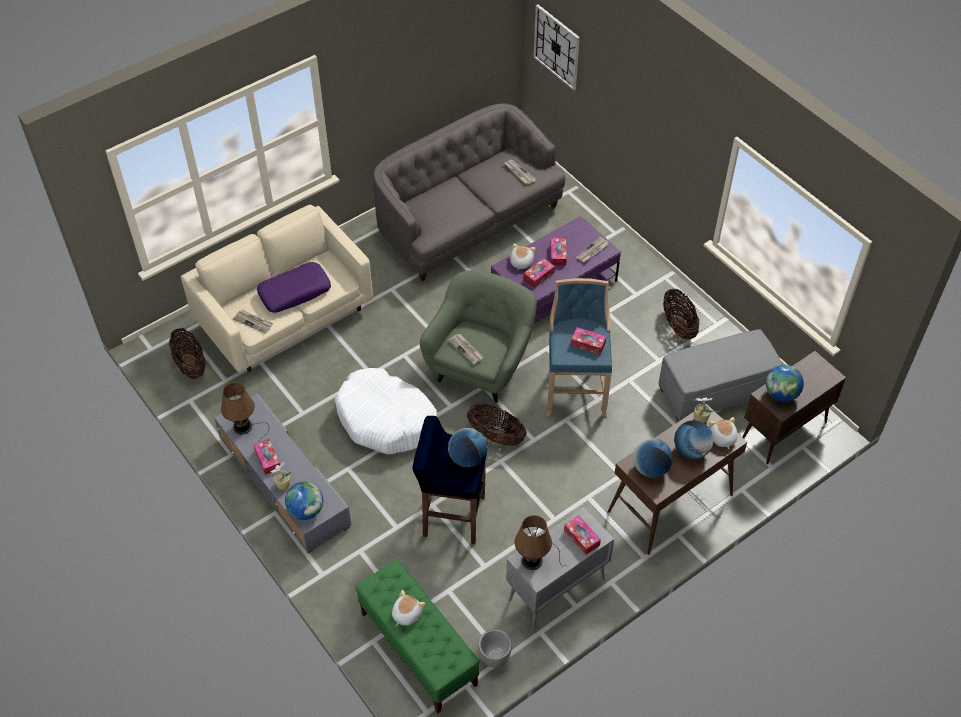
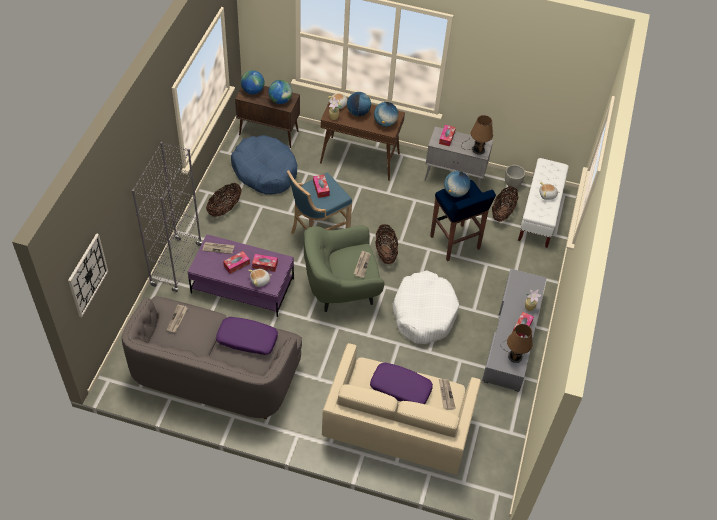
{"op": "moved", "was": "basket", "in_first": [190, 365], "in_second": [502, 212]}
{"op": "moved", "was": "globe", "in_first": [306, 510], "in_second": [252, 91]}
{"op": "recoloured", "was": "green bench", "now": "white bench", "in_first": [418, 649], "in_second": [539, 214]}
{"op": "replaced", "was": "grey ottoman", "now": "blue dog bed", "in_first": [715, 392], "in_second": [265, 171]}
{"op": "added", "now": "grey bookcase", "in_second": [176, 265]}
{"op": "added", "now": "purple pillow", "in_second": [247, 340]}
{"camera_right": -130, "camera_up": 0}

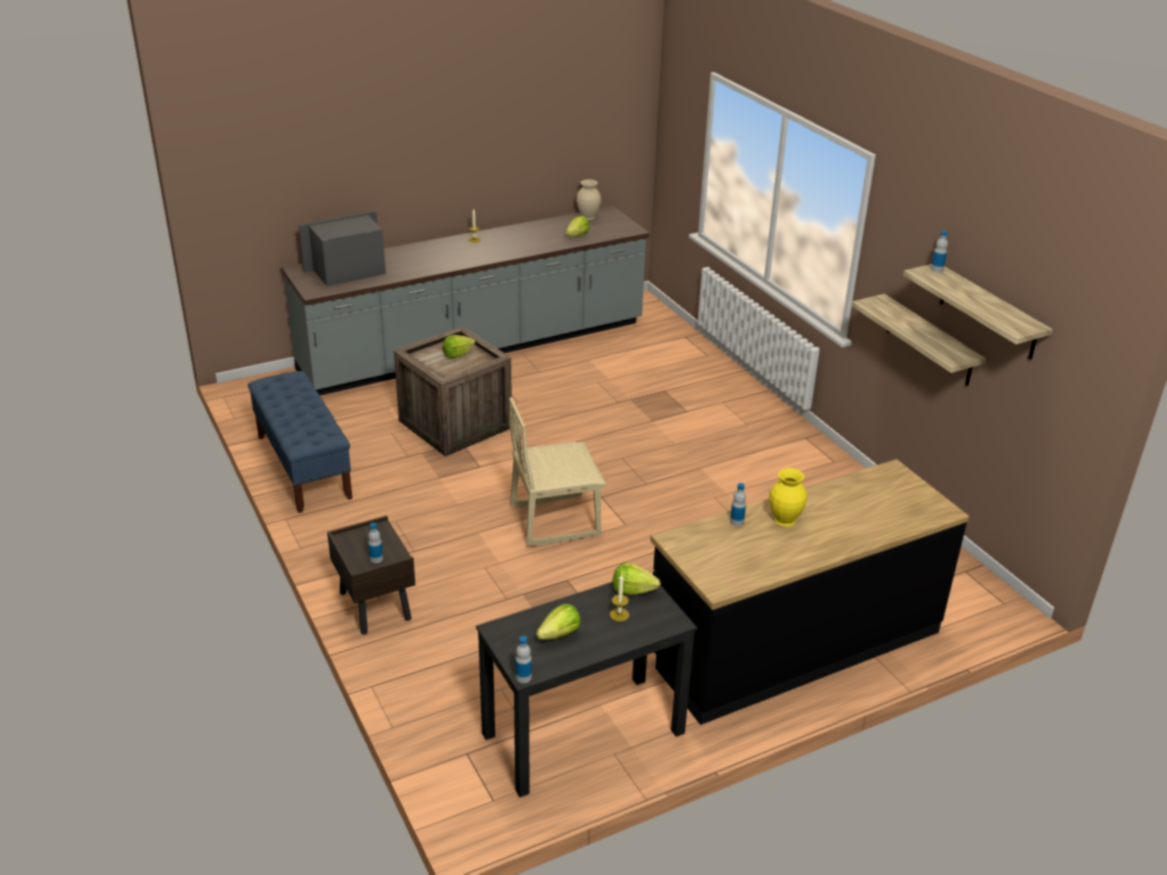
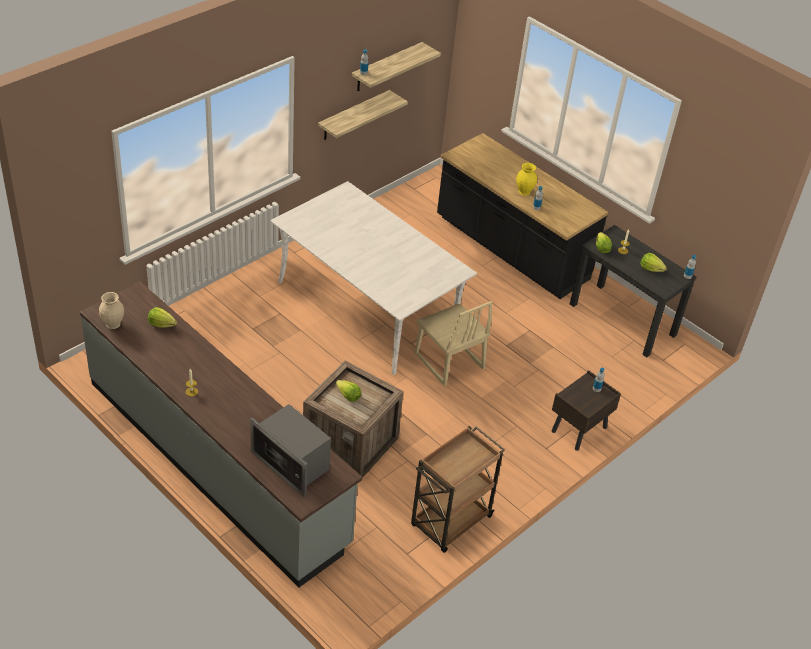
{"op": "replaced", "was": "blue bench", "now": "brown cart", "in_first": [303, 466], "in_second": [450, 522]}
{"op": "added", "now": "white dining table", "in_second": [366, 307]}
{"camera_right": -110, "camera_up": 10}

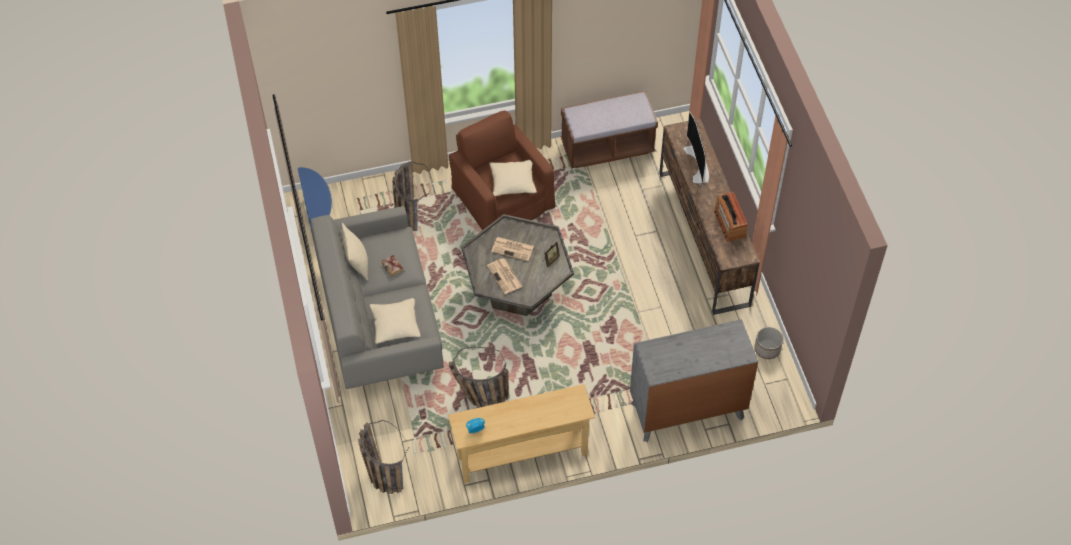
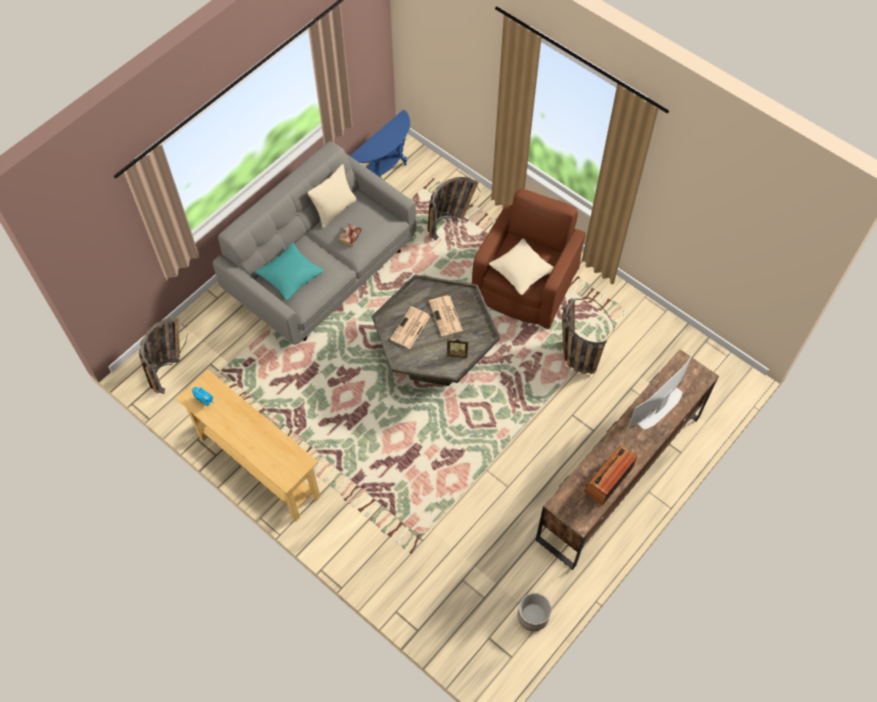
{"op": "recoloured", "was": "beige pillow", "now": "turquoise pillow", "in_first": [395, 325], "in_second": [290, 276]}
{"op": "moved", "was": "basket", "in_first": [478, 397], "in_second": [574, 352]}
{"op": "removed", "was": "brown bench", "in_first": [607, 148]}
{"op": "removed", "was": "grey dresser", "in_first": [687, 410]}
{"camera_right": 55, "camera_up": 5}

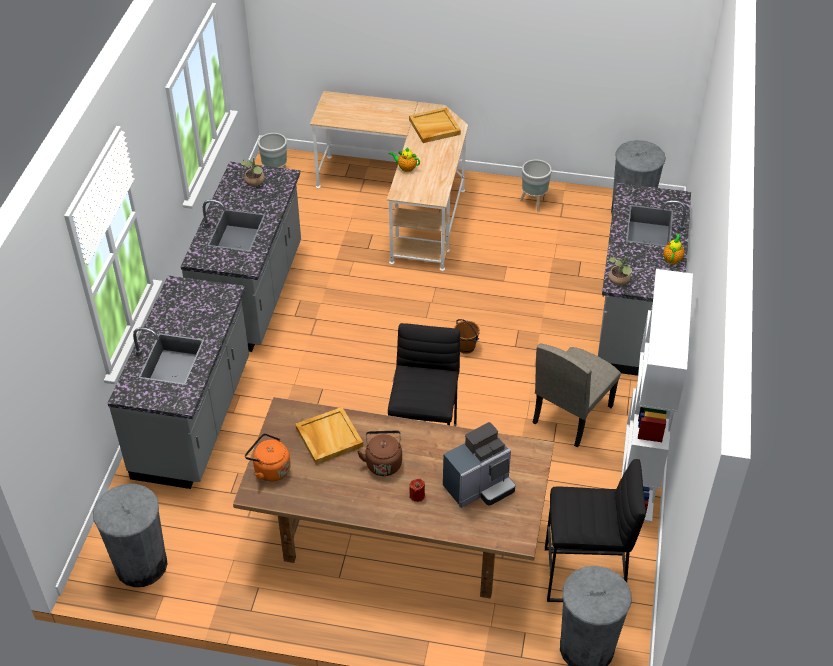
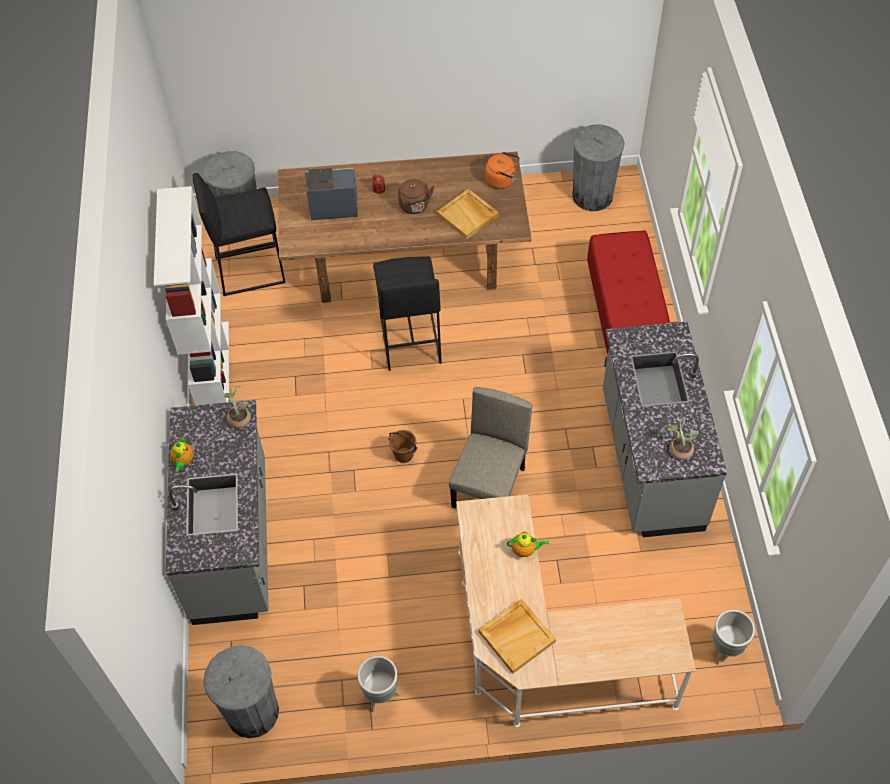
{"op": "replaced", "was": "grey counter", "now": "red bench", "in_first": [194, 419], "in_second": [624, 314]}
{"op": "turned", "was": "coffee machine", "in_first": [479, 486], "in_second": [331, 207], "clockwise": 45}
{"op": "moved", "was": "beige chair", "in_first": [571, 414], "in_second": [489, 488]}
{"camera_right": 165, "camera_up": 10}

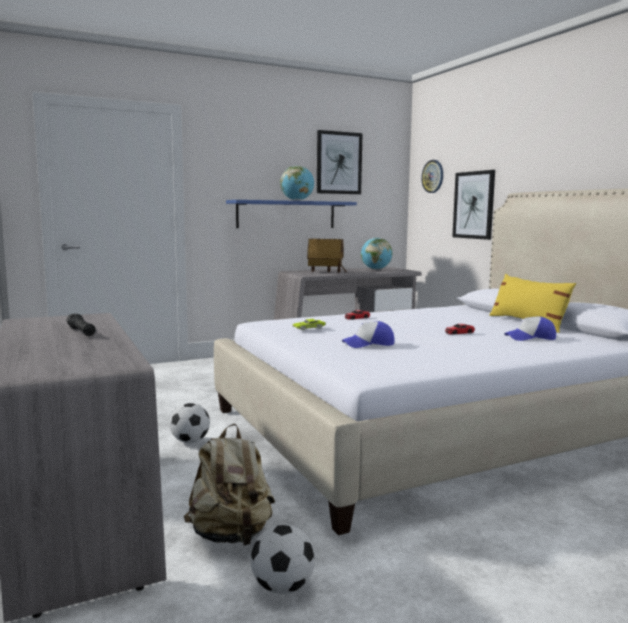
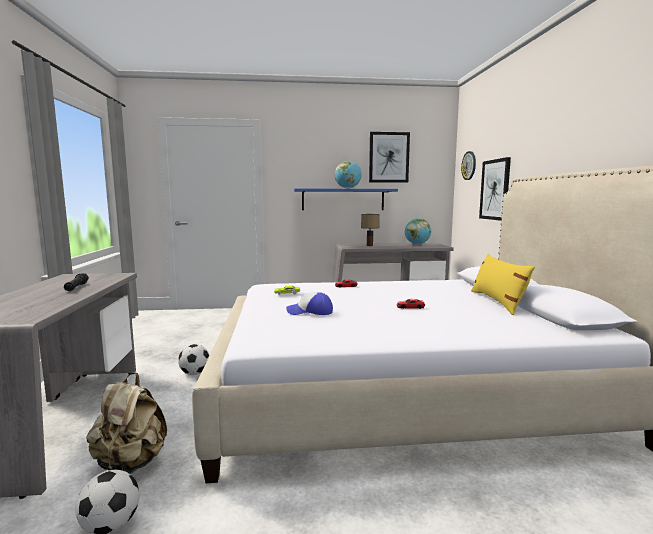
{"op": "replaced", "was": "toy house", "now": "table lamp", "in_first": [325, 272], "in_second": [369, 245]}
{"op": "removed", "was": "cap", "in_first": [530, 338]}
{"camera_right": 20, "camera_up": 0}

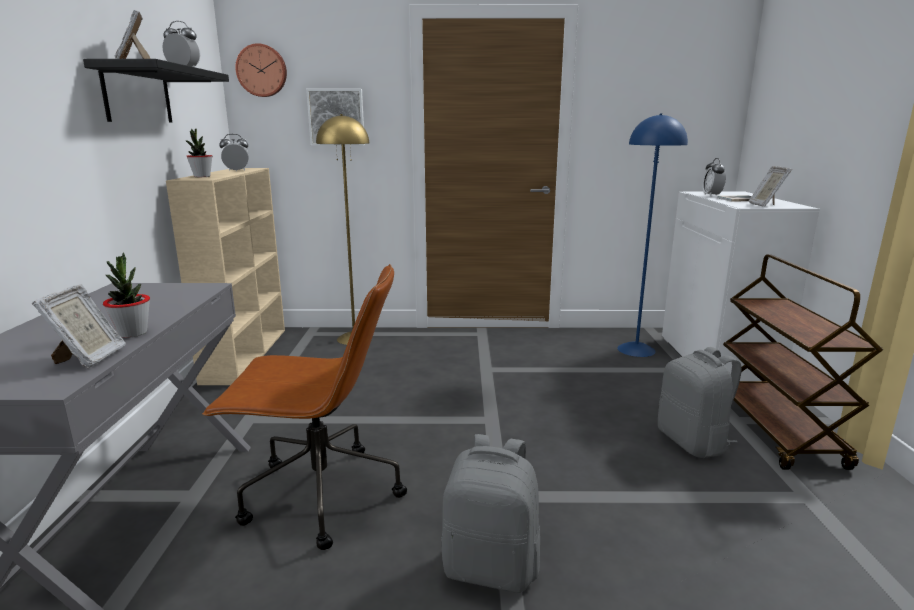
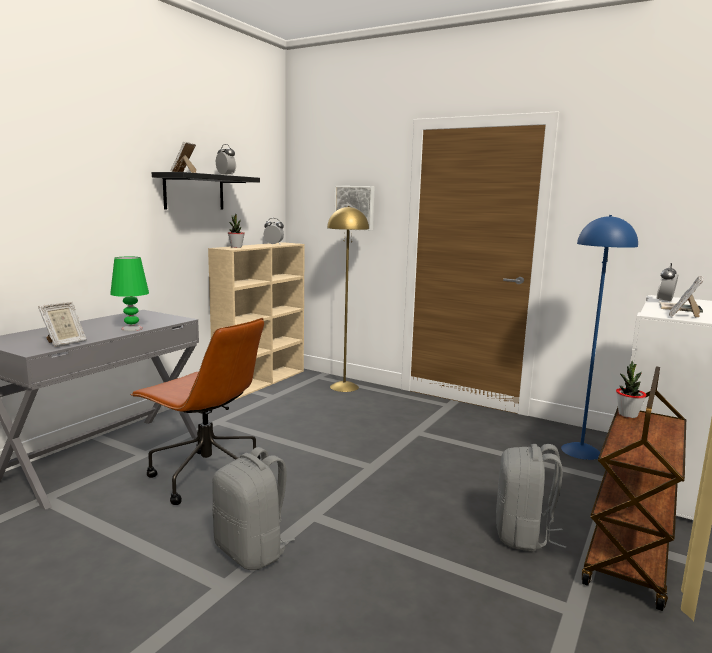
{"op": "moved", "was": "potted plant", "in_first": [132, 333], "in_second": [627, 414]}
{"op": "removed", "was": "wall clock", "in_first": [262, 71]}
{"op": "added", "now": "green table lamp", "in_second": [131, 329]}
{"camera_right": 30, "camera_up": -5}

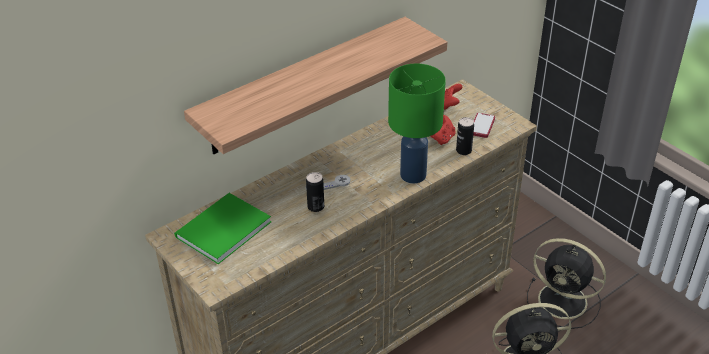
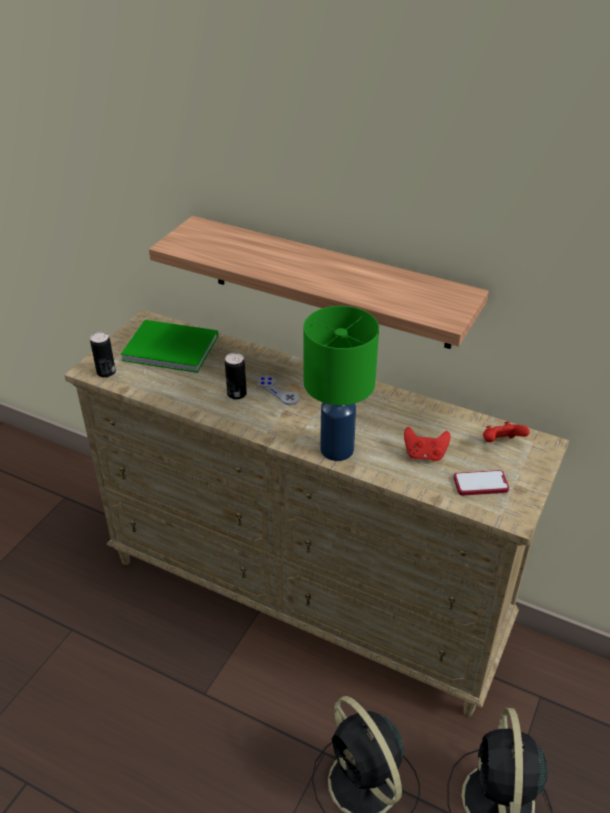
{"op": "moved", "was": "can", "in_first": [463, 150], "in_second": [106, 372]}
{"camera_right": 65, "camera_up": 0}

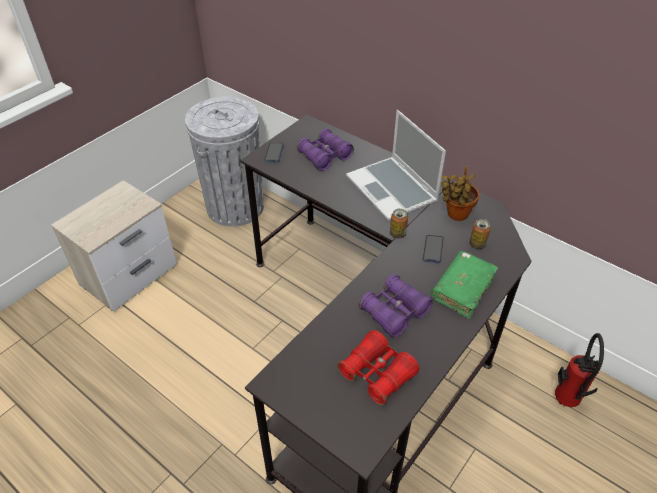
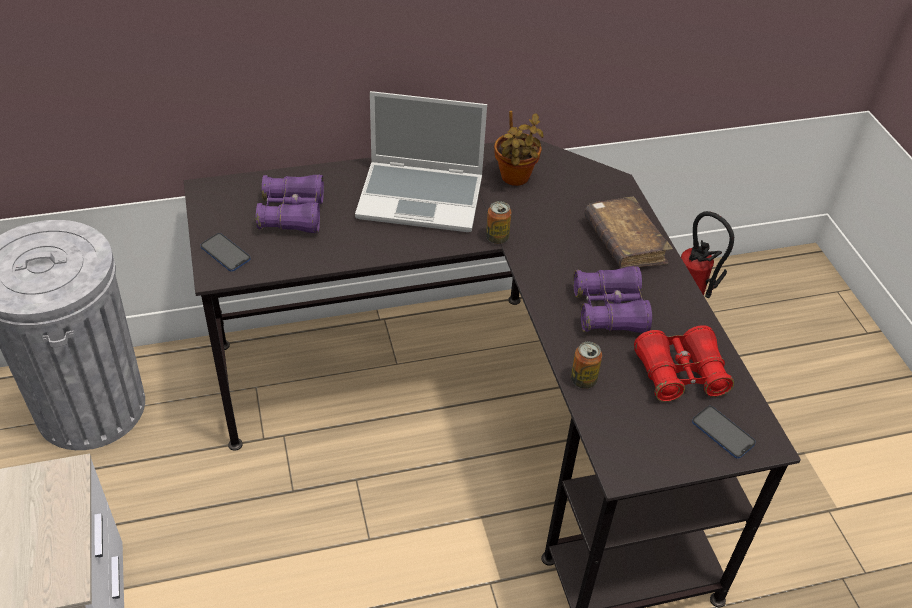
{"op": "moved", "was": "phone", "in_first": [433, 249], "in_second": [722, 433]}
{"op": "recoloured", "was": "green book", "now": "brown book", "in_first": [462, 289], "in_second": [624, 242]}
{"op": "moved", "was": "can", "in_first": [477, 244], "in_second": [583, 380]}
{"camera_right": -55, "camera_up": 0}

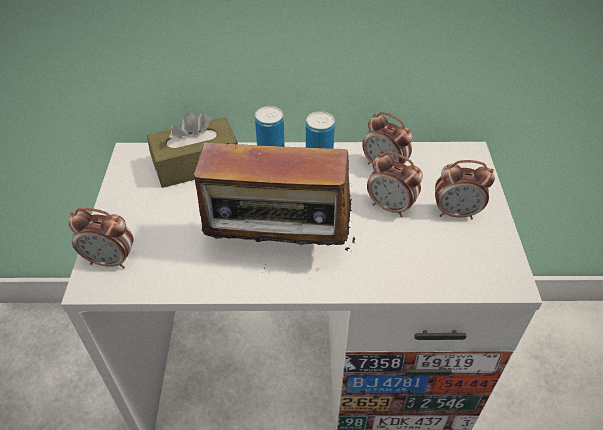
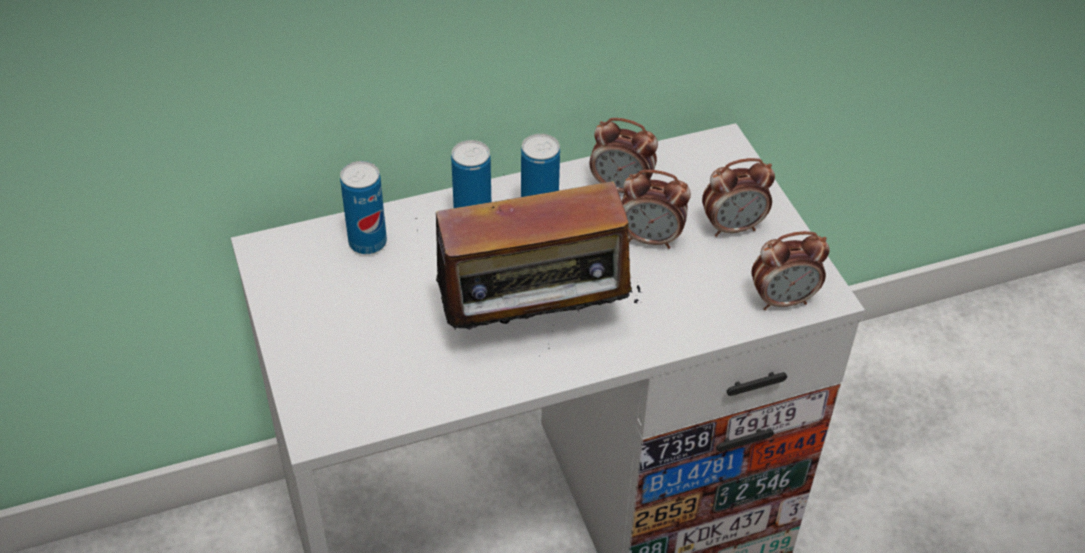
{"op": "moved", "was": "alarm clock", "in_first": [111, 260], "in_second": [783, 300]}
{"op": "replaced", "was": "brown tissue box", "now": "can", "in_first": [196, 165], "in_second": [367, 242]}
{"camera_right": -20, "camera_up": 0}

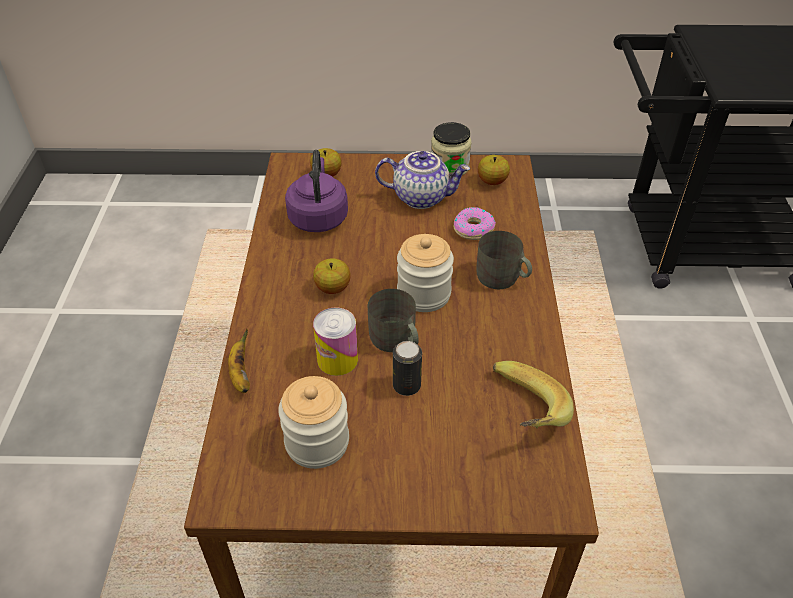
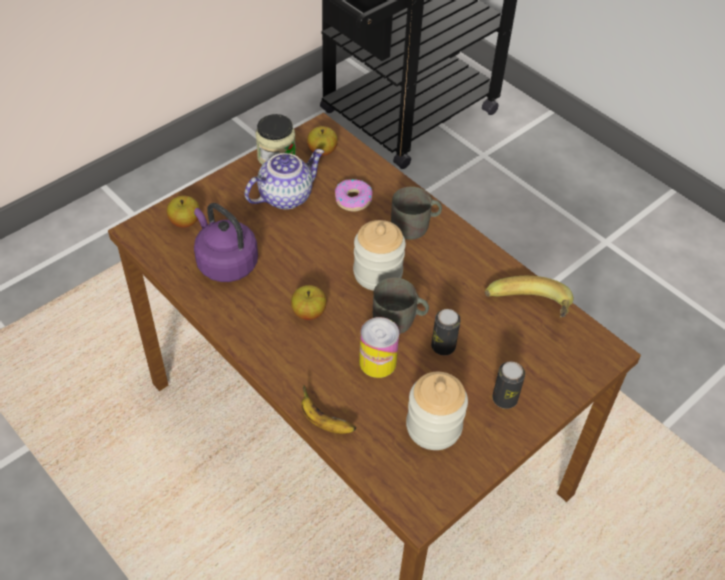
{"op": "added", "now": "can", "in_second": [504, 399]}
{"camera_right": -45, "camera_up": 5}

